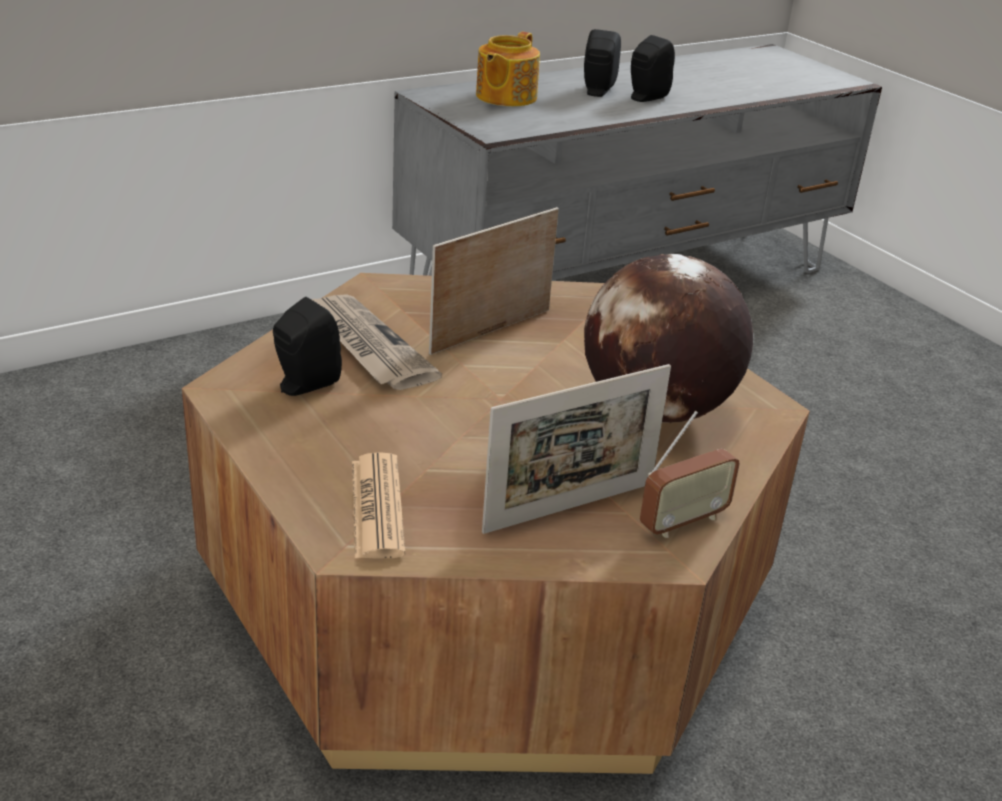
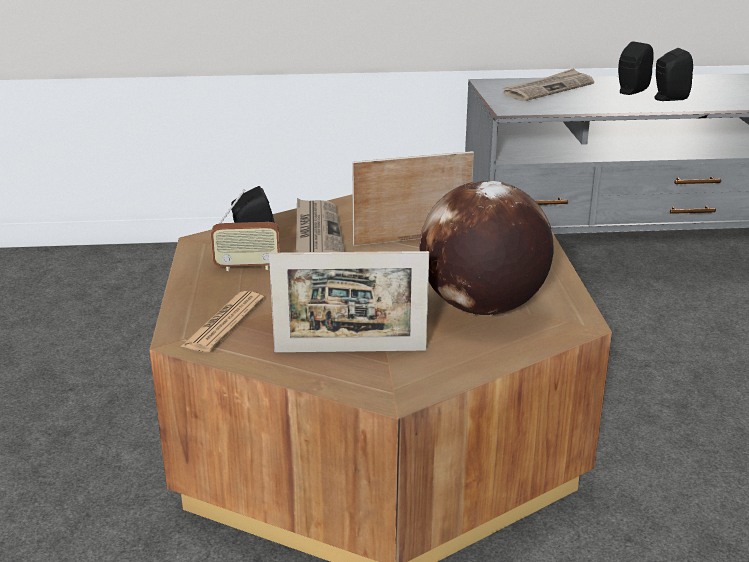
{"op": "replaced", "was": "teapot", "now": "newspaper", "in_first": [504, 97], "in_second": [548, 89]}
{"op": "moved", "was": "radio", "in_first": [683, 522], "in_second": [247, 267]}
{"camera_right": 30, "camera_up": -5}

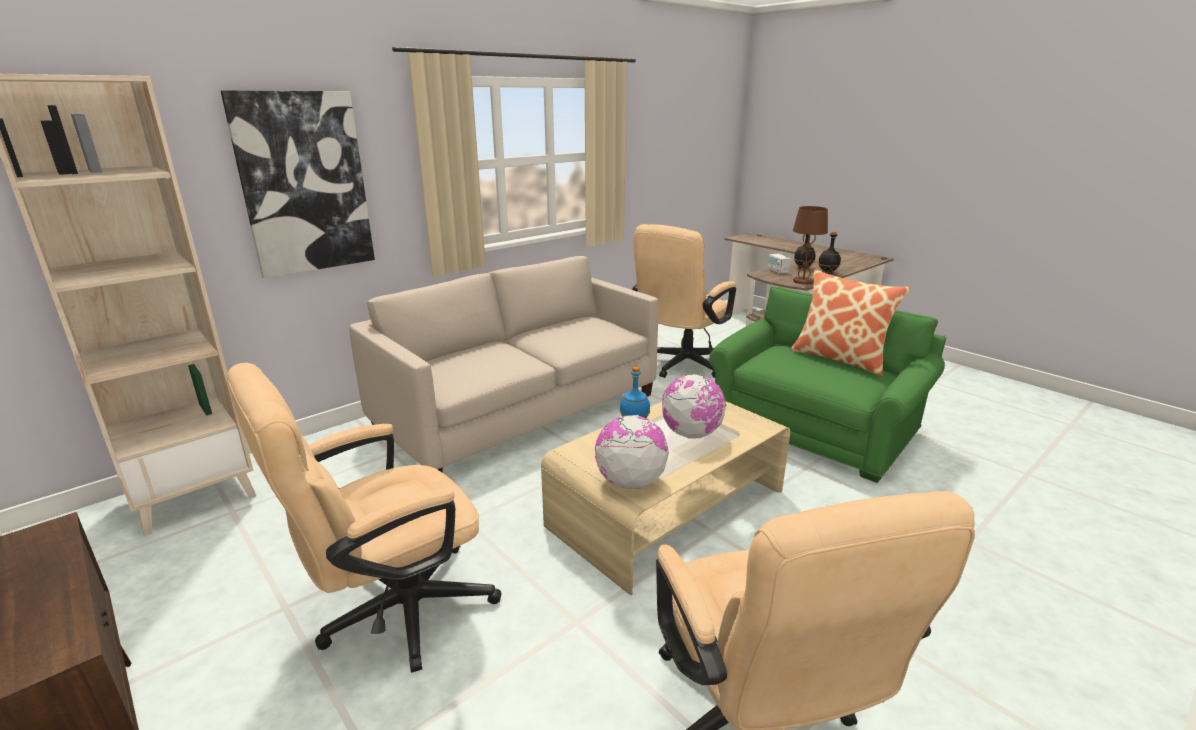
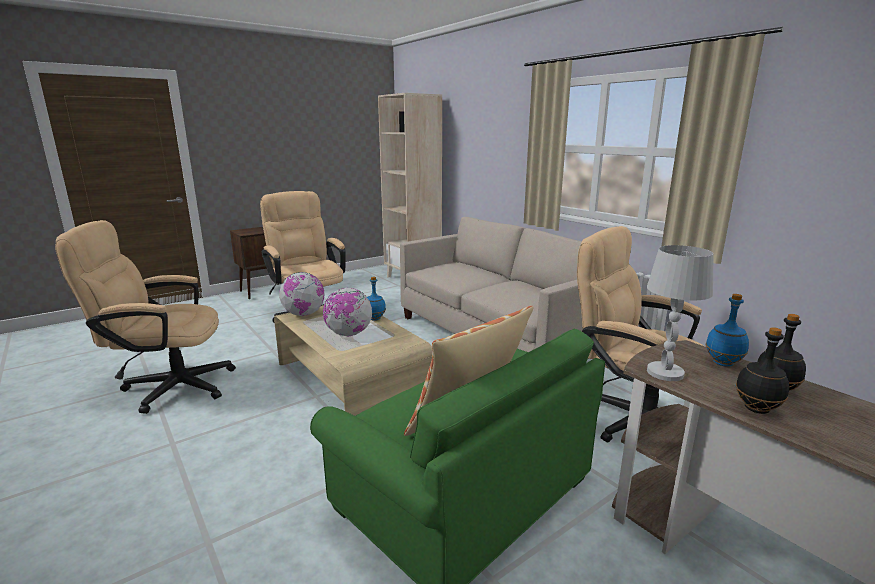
{"op": "removed", "was": "picture", "in_first": [304, 183]}
{"op": "replaced", "was": "radio", "now": "blue bottle", "in_first": [778, 271], "in_second": [723, 363]}
{"op": "recoloured", "was": "brown table lamp", "now": "white table lamp", "in_first": [803, 281], "in_second": [664, 372]}
{"camera_right": 95, "camera_up": -5}

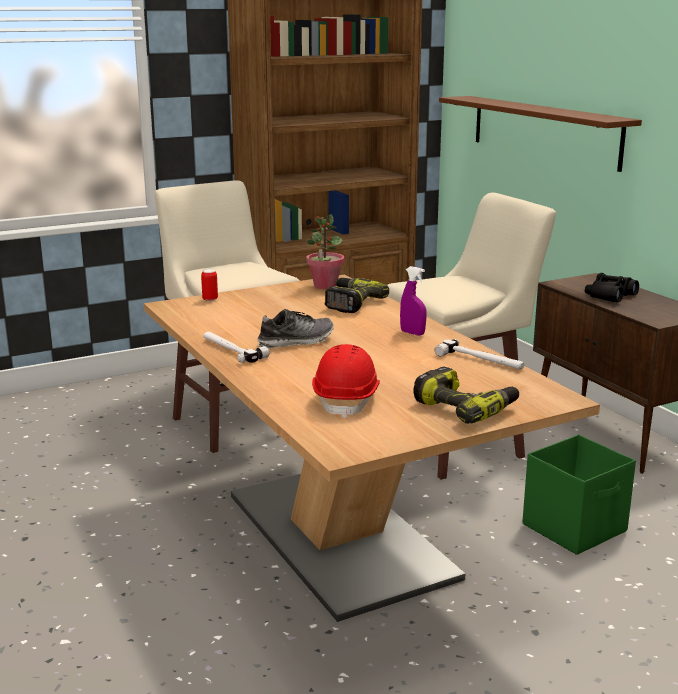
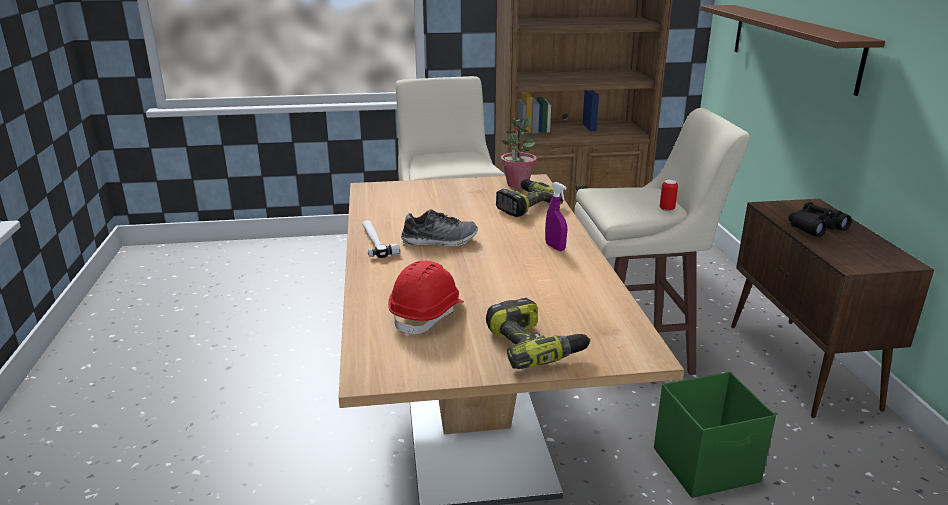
{"op": "moved", "was": "can", "in_first": [210, 299], "in_second": [667, 209]}
{"op": "removed", "was": "hammer", "in_first": [480, 360]}
{"camera_right": 20, "camera_up": 5}

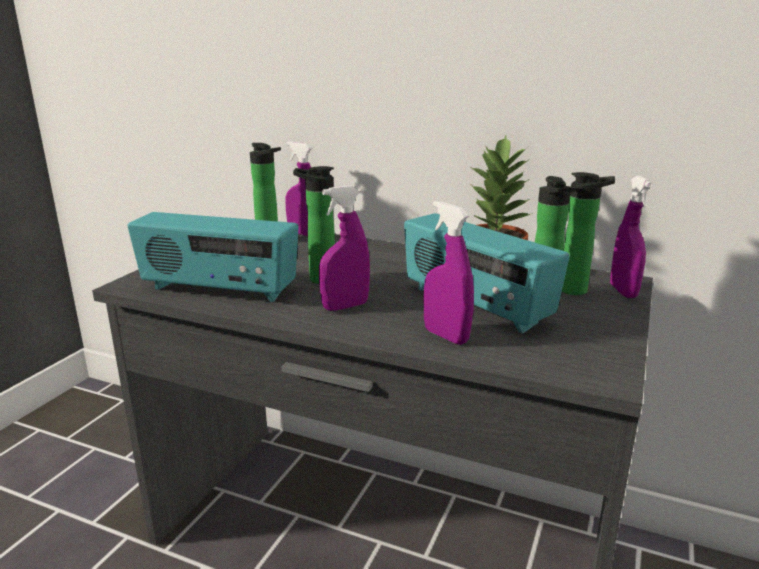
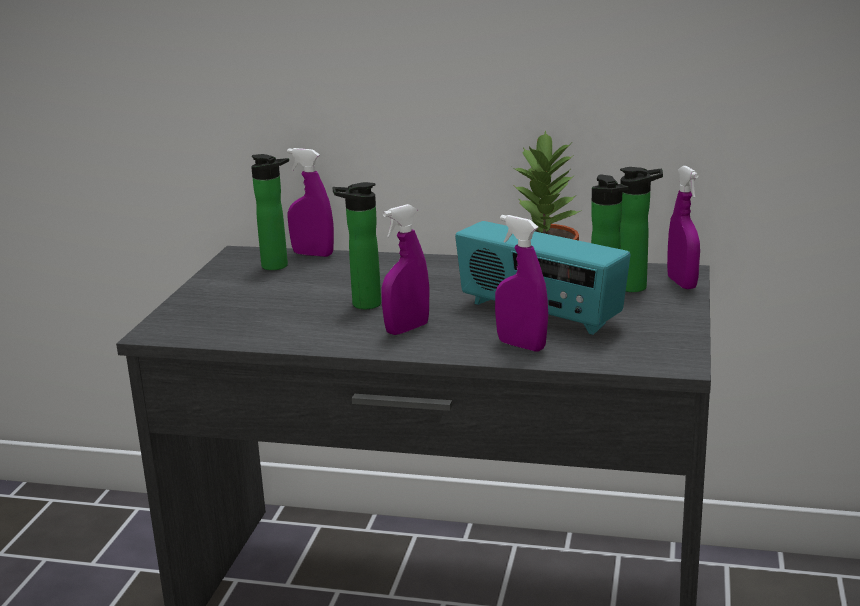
{"op": "removed", "was": "radio", "in_first": [218, 291]}
{"camera_right": -10, "camera_up": 0}

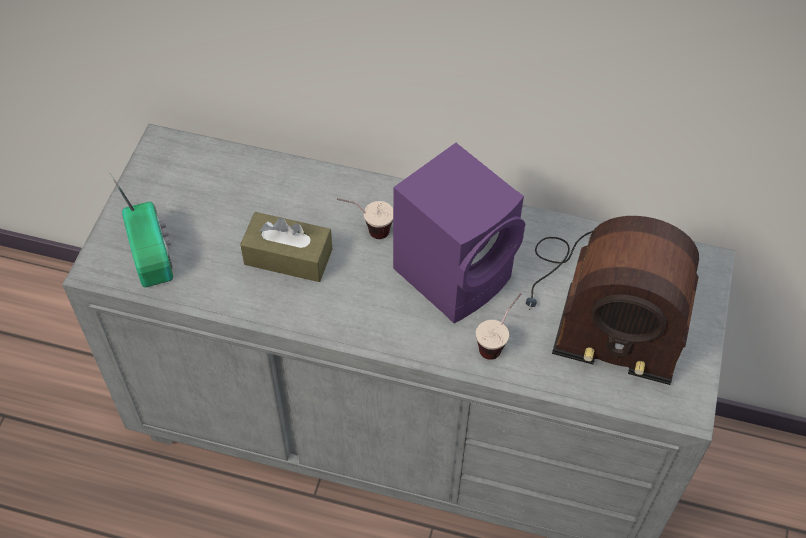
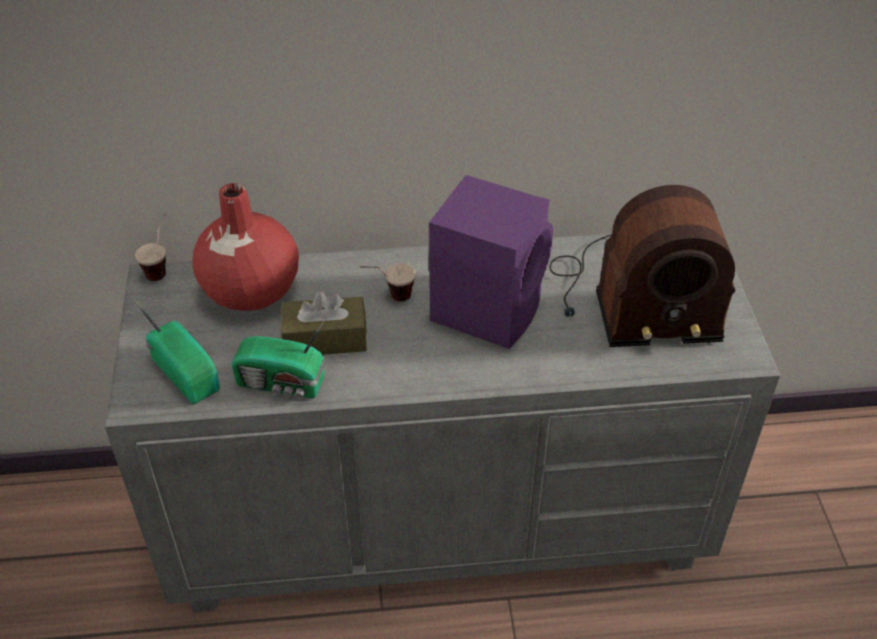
{"op": "moved", "was": "cup", "in_first": [498, 341], "in_second": [162, 267]}
{"op": "added", "now": "red vase", "in_second": [250, 290]}
{"op": "added", "now": "radio", "in_second": [282, 383]}
{"camera_right": -20, "camera_up": -10}

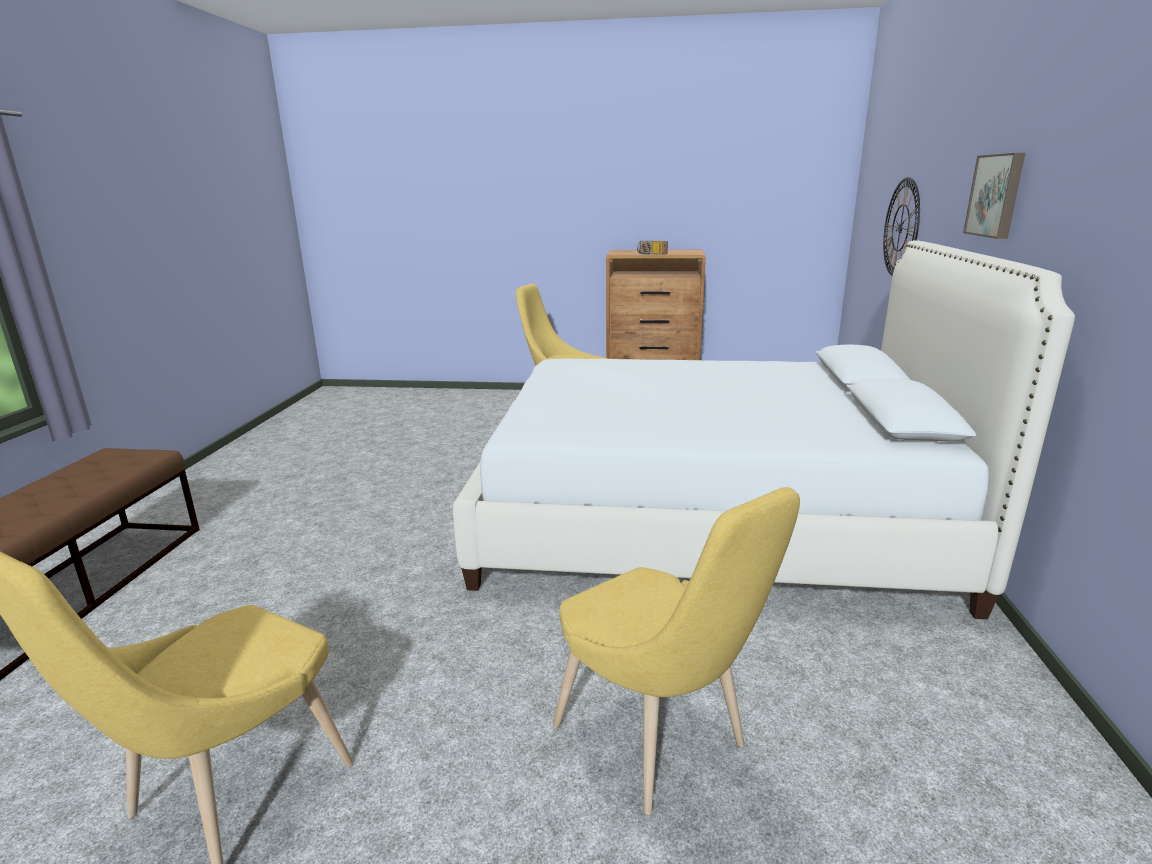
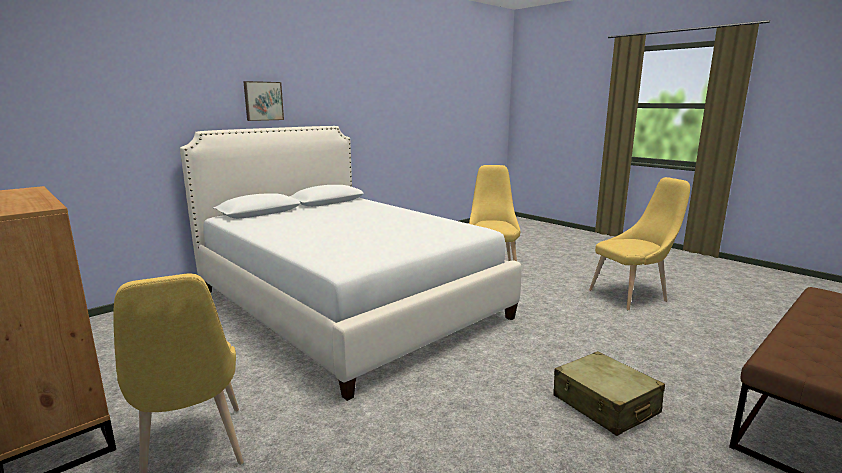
{"op": "removed", "was": "radio", "in_first": [651, 254]}
{"op": "removed", "was": "wall clock", "in_first": [900, 227]}
{"op": "added", "now": "beige suitcase", "in_second": [605, 405]}
{"camera_right": -140, "camera_up": -5}

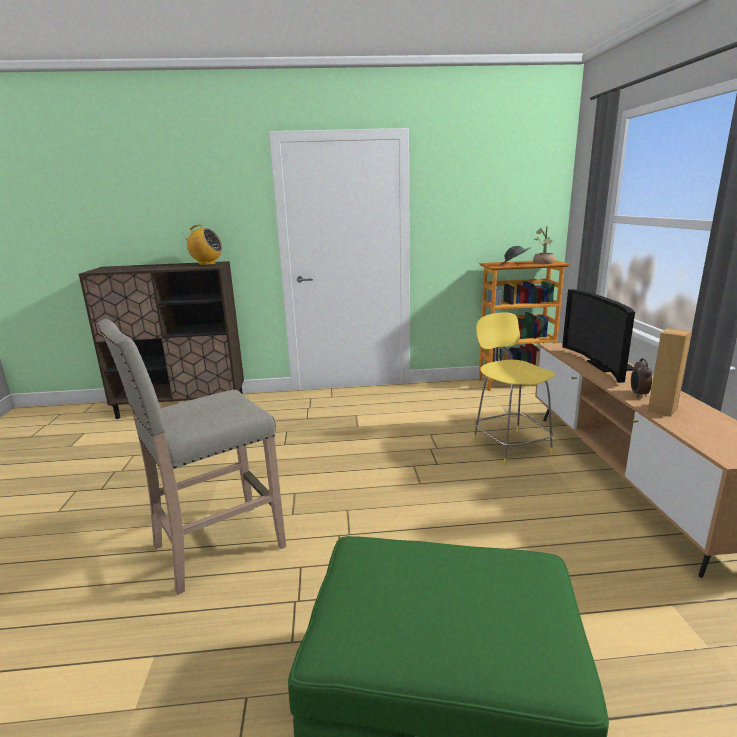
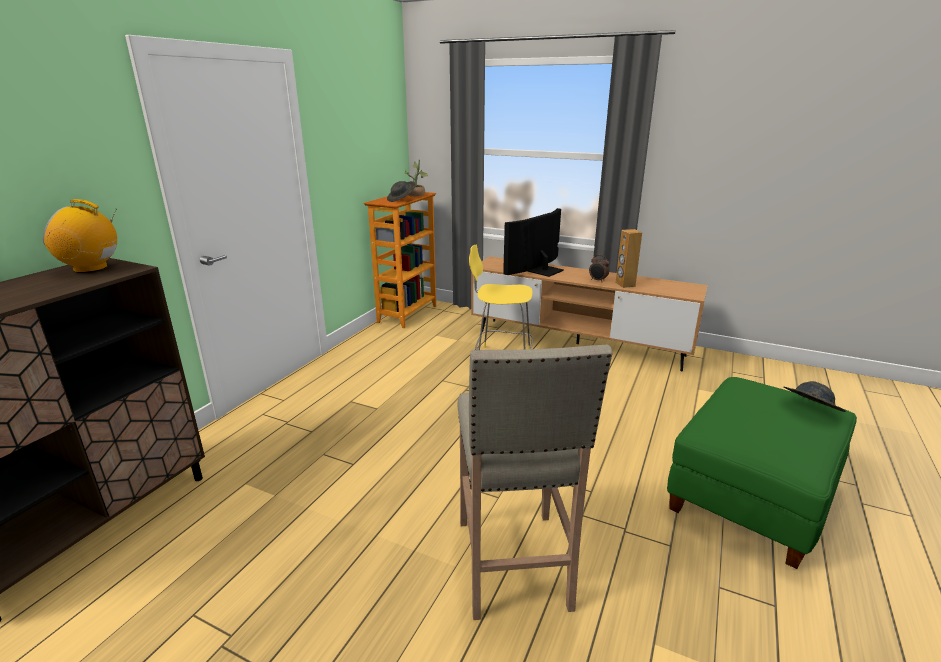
{"op": "turned", "was": "radio", "in_first": [206, 264], "in_second": [91, 268], "clockwise": -135}
{"op": "turned", "was": "television", "in_first": [604, 365], "in_second": [541, 269], "clockwise": 105}
{"op": "added", "now": "grey hat", "in_second": [809, 410]}
{"camera_right": -60, "camera_up": 5}

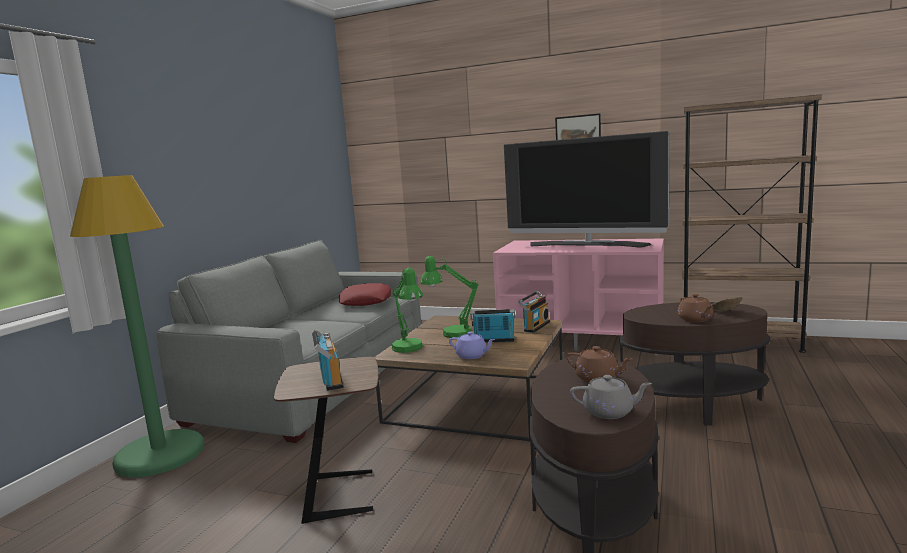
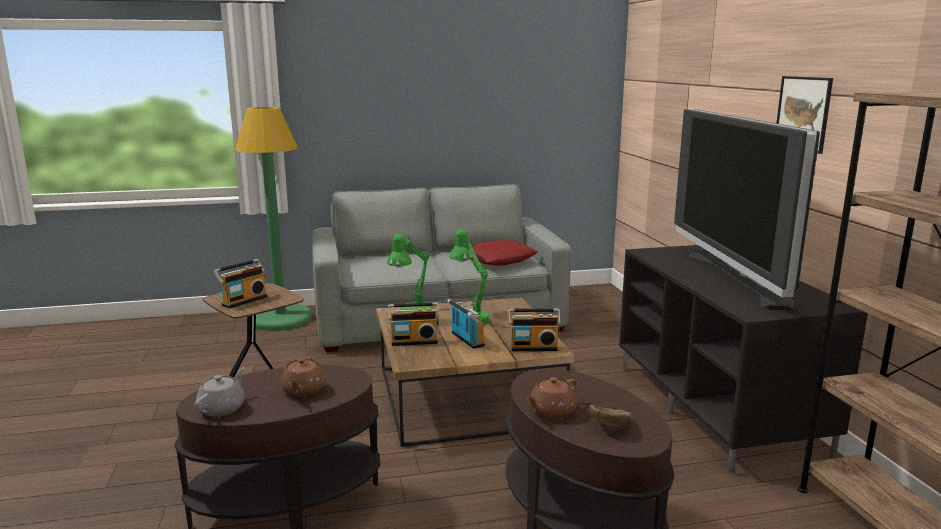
{"op": "replaced", "was": "purple teapot", "now": "radio", "in_first": [472, 356], "in_second": [414, 341]}
{"op": "recoloured", "was": "pink tv stand", "now": "black tv stand", "in_first": [583, 338], "in_second": [718, 408]}
{"op": "turned", "was": "grey teapot", "in_first": [609, 412], "in_second": [222, 408], "clockwise": -135}
{"camera_right": 55, "camera_up": 5}

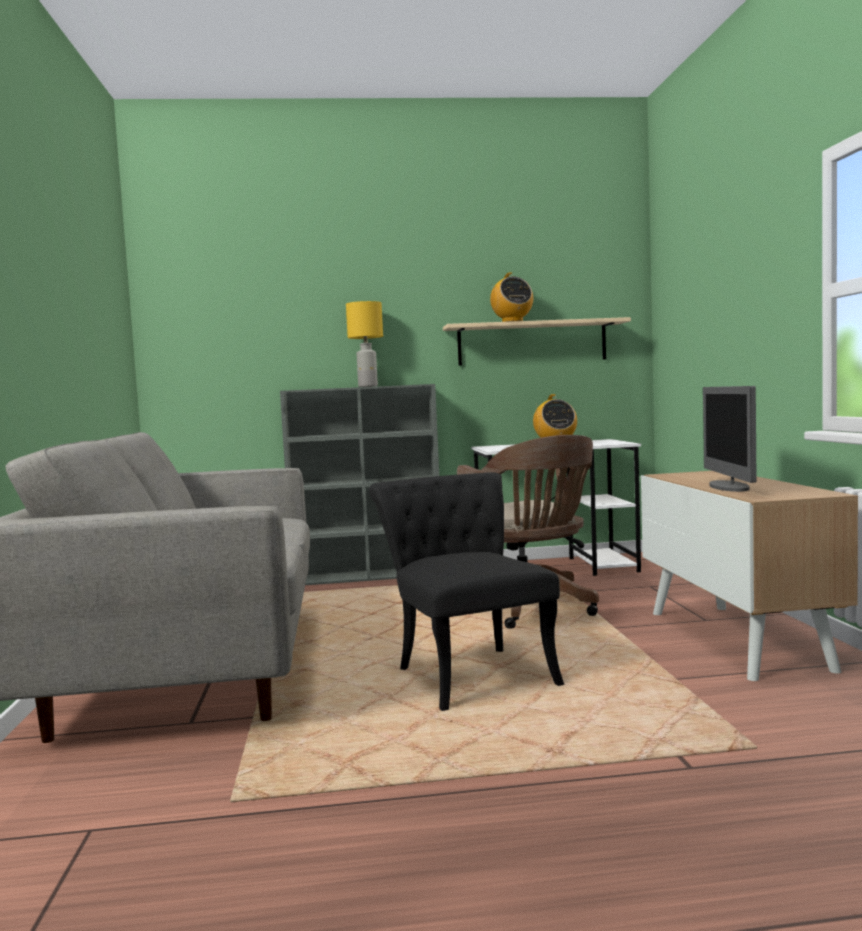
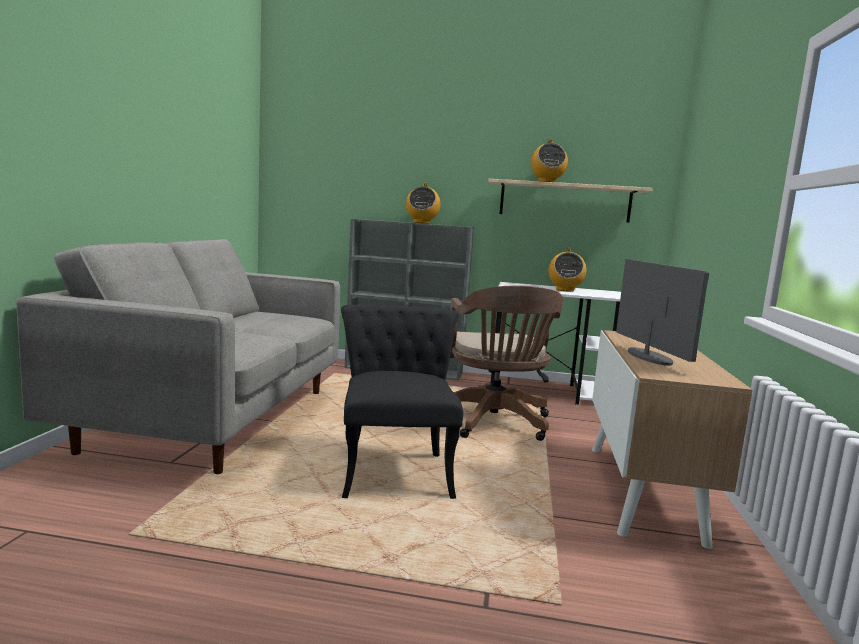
{"op": "replaced", "was": "yellow table lamp", "now": "radio", "in_first": [368, 386], "in_second": [421, 223]}
{"op": "turned", "was": "monitor", "in_first": [729, 487], "in_second": [649, 357], "clockwise": 150}
{"camera_right": 15, "camera_up": 5}

